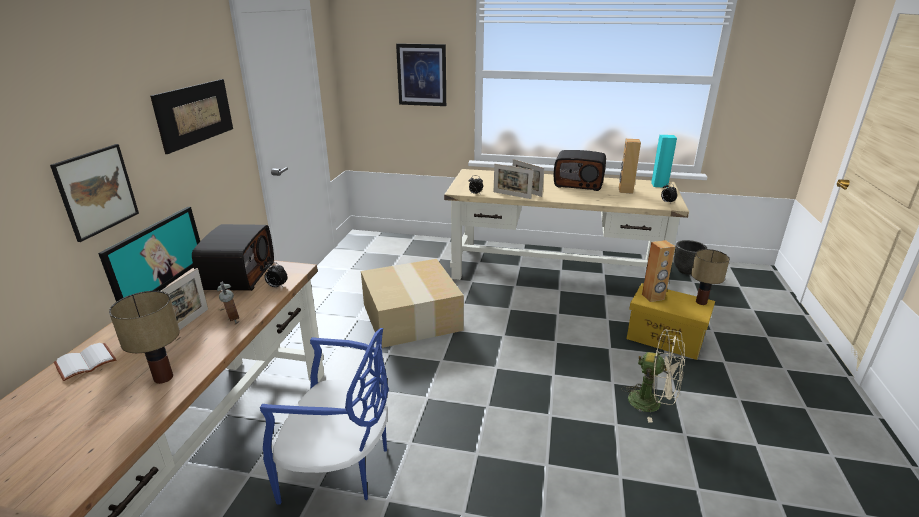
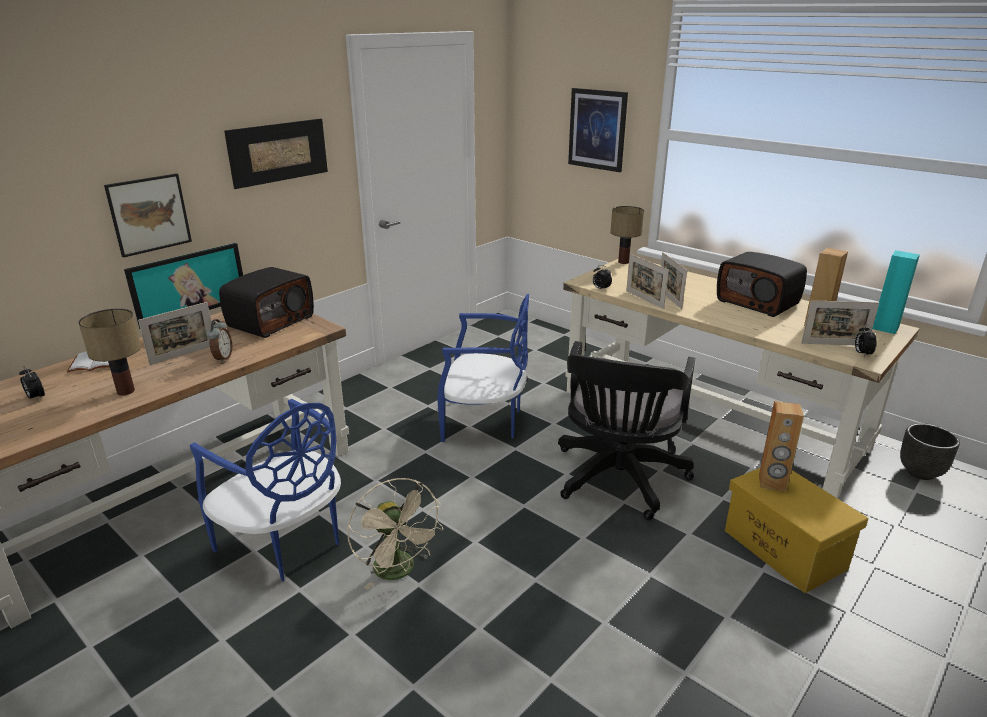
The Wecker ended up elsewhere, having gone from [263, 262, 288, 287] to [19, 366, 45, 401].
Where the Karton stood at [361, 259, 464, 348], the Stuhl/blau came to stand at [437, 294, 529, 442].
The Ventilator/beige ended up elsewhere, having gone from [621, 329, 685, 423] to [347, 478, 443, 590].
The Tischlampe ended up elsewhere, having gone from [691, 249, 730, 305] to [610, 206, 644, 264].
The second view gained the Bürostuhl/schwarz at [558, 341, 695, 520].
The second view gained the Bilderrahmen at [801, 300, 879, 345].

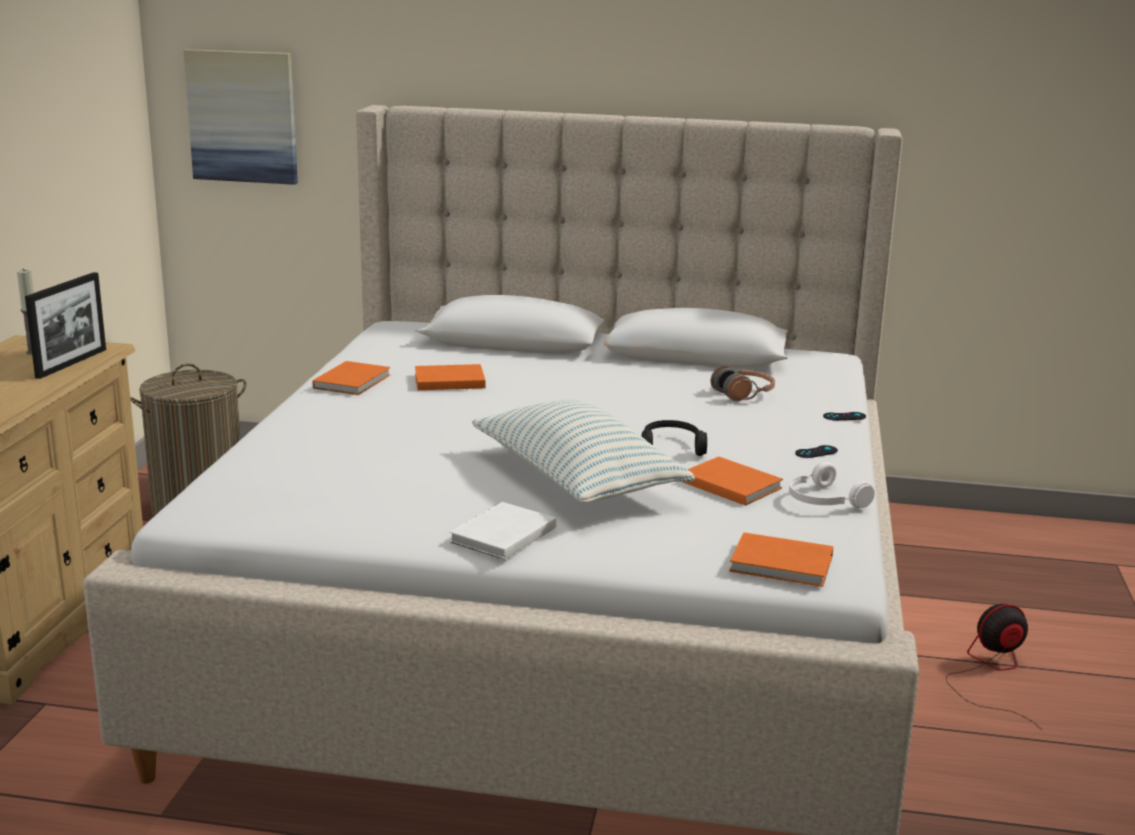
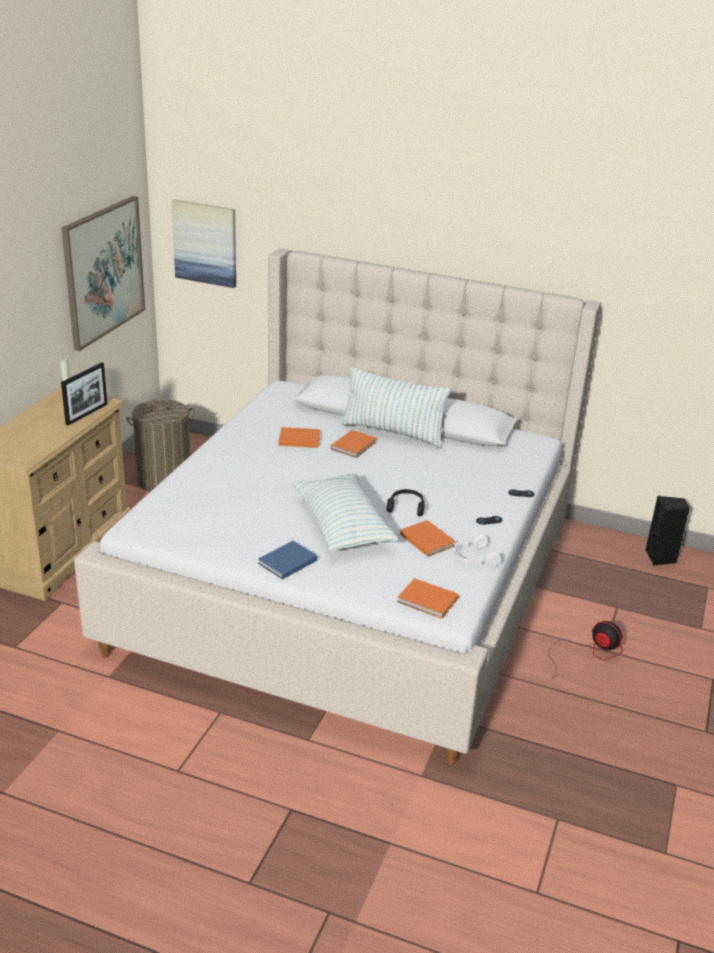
The Buch/orange ended up elsewhere, having gone from [313, 361, 391, 395] to [331, 430, 377, 458].
What was the Buch/weiß at [449, 502, 556, 560] turned into the Buch/blau at [258, 541, 318, 579].
The second view lost the Kopfhörer at [711, 366, 775, 401].
The Ventilator at [946, 604, 1043, 731] ended up facing another way, 45 degrees clockwise from before.
The second view gained the Bild at [62, 196, 145, 351].
The second view gained the Kissen at [340, 366, 452, 448].
The second view gained the Lautsprecher/schwarz at [645, 496, 690, 566].

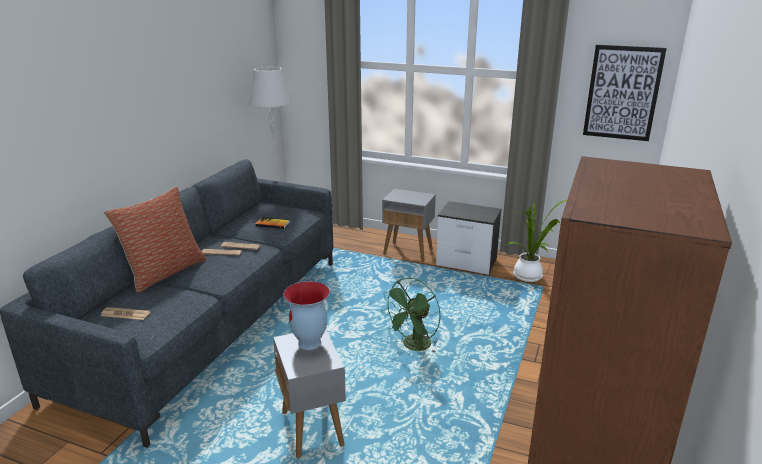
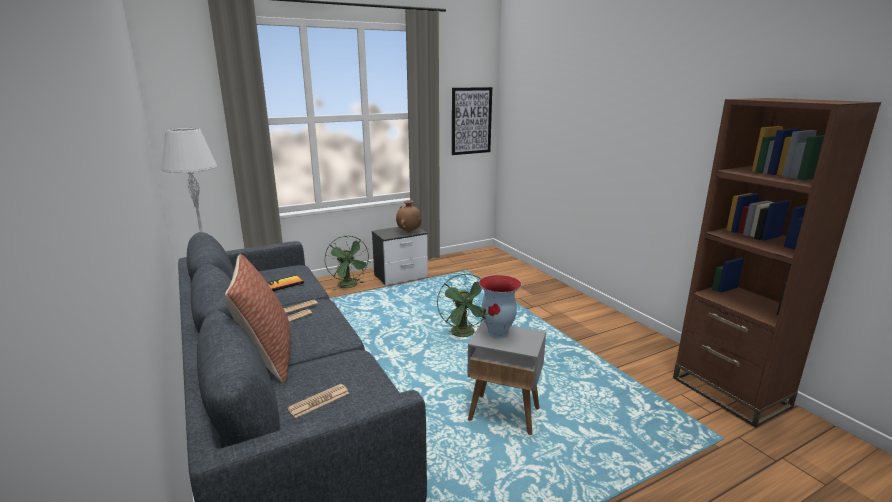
Where the Beistelltisch/grau stood at [382, 189, 436, 262], the Ventilator/grün came to stand at [325, 236, 371, 291].
The second view lost the Topfpflanze at [504, 200, 567, 282].
The second view gained the Vase/braun at [396, 200, 422, 233].

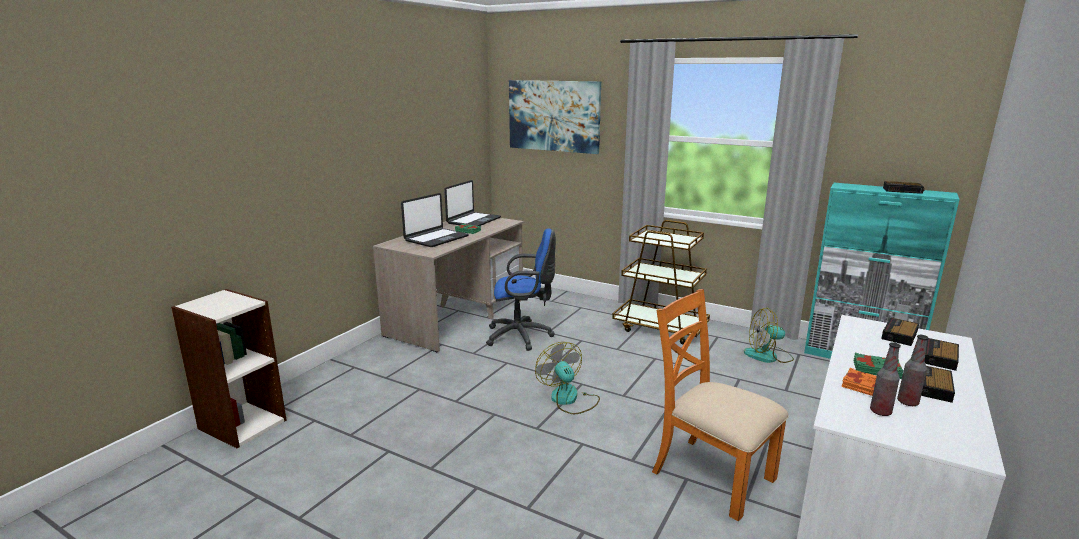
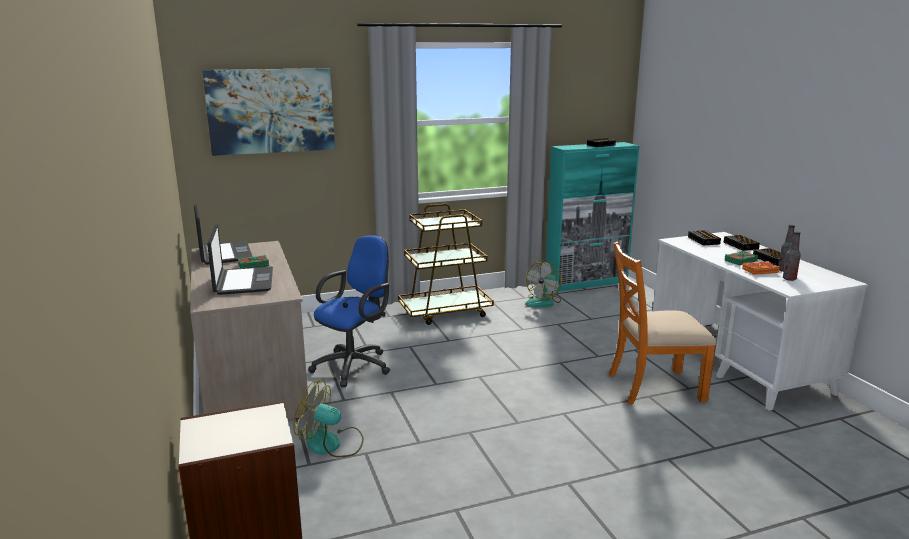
The Ventilator ended up elsewhere, having gone from [535, 342, 600, 414] to [293, 380, 364, 457].

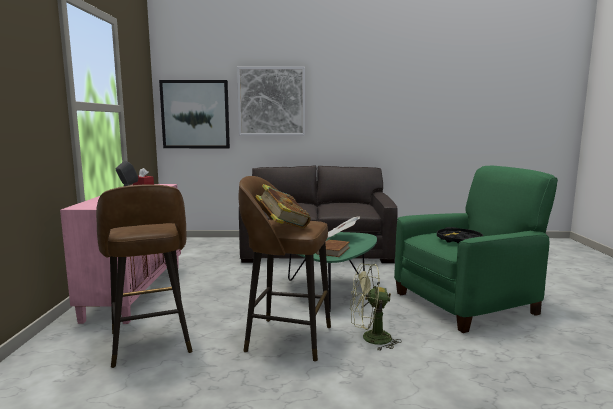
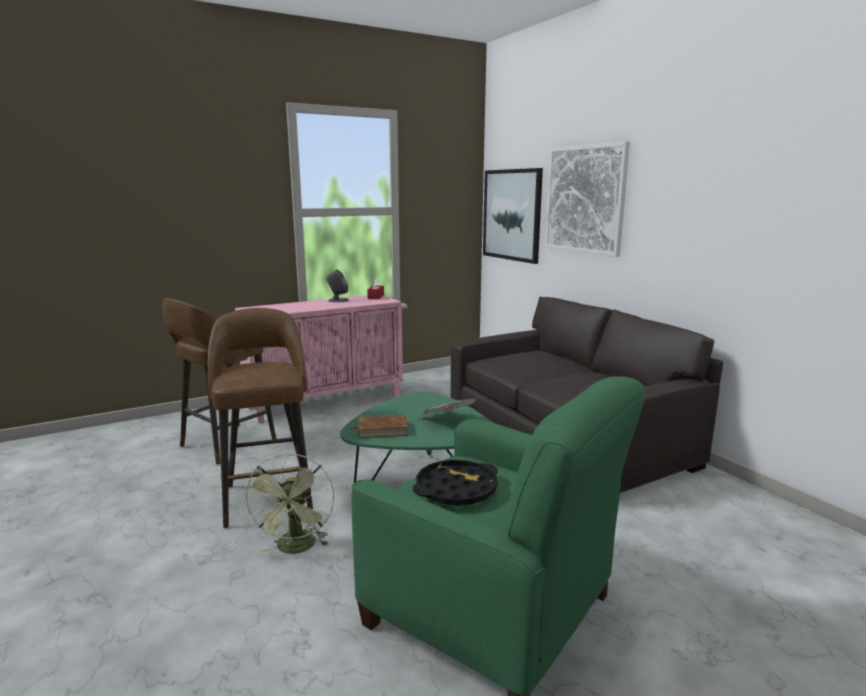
The second view lost the Buch at [255, 184, 311, 228].
The Ventilator/grün at [350, 263, 402, 351] ended up facing another way, 150 degrees counterclockwise from before.

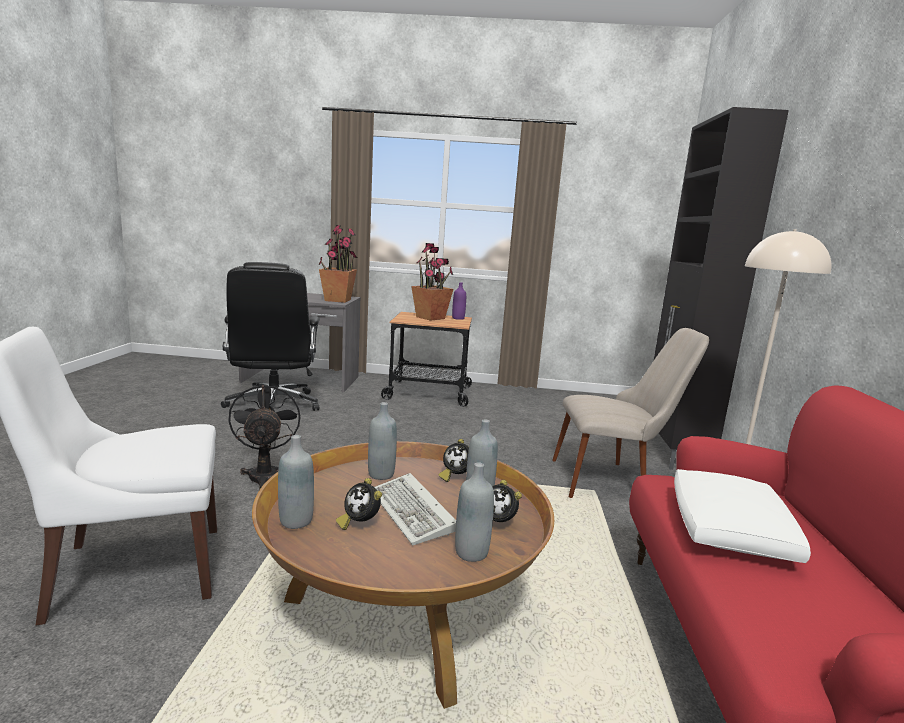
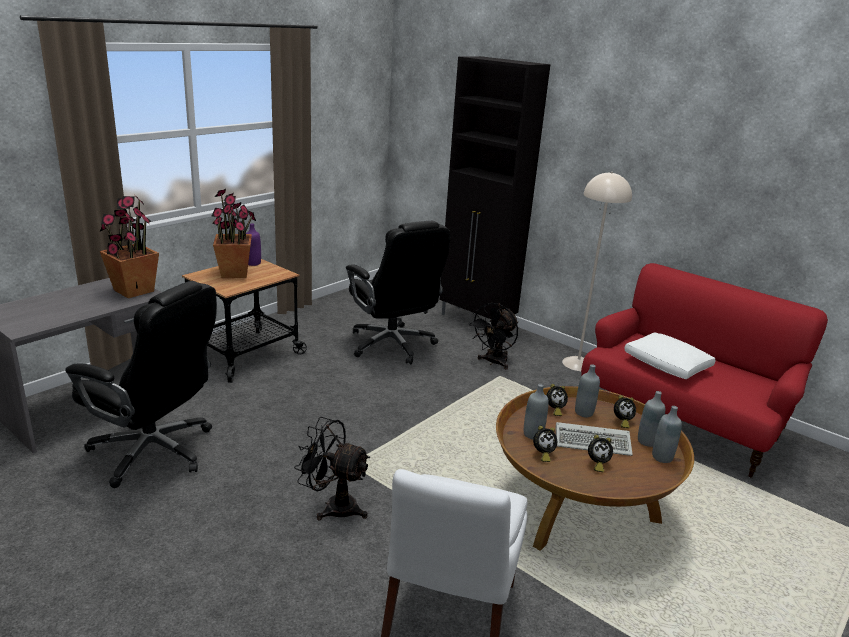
The Flasche/grau ended up elsewhere, having gone from [278, 435, 314, 529] to [652, 406, 682, 463].
Where the Stuhl/beige stood at [552, 328, 709, 498], the Ventilator/schwarz came to stand at [469, 303, 518, 369].
The second view gained the Bürostuhl/schwarz at [346, 221, 450, 364].
The second view gained the Wecker at [533, 426, 557, 462].

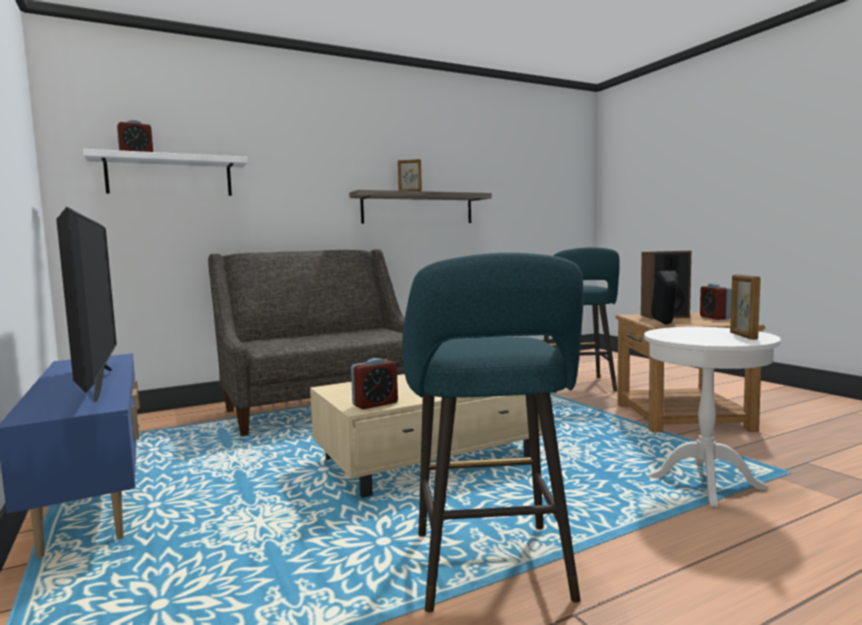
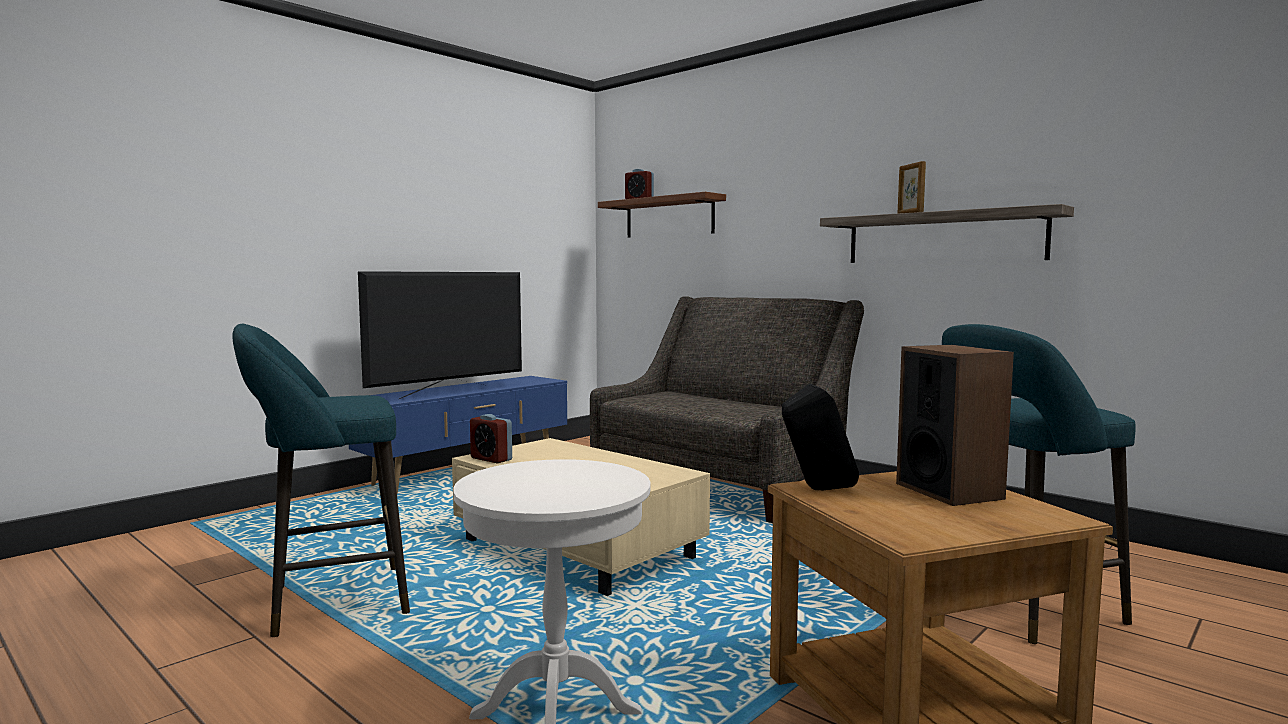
What was the Wandregal/weiß at [83, 149, 248, 196] turned into the Wandregal/braun at [598, 192, 726, 238].
The second view lost the Wecker at [700, 283, 732, 320].
The second view lost the Bilderrahmen at [730, 275, 760, 340].

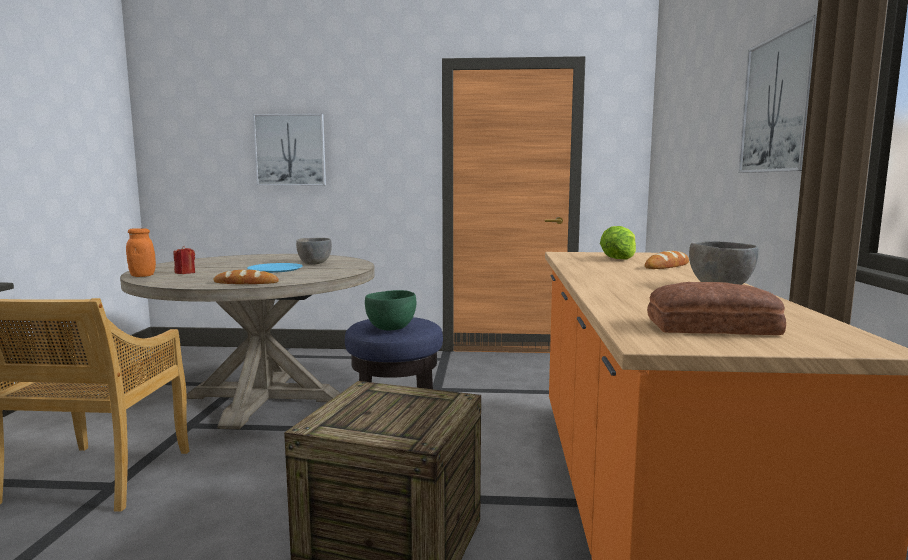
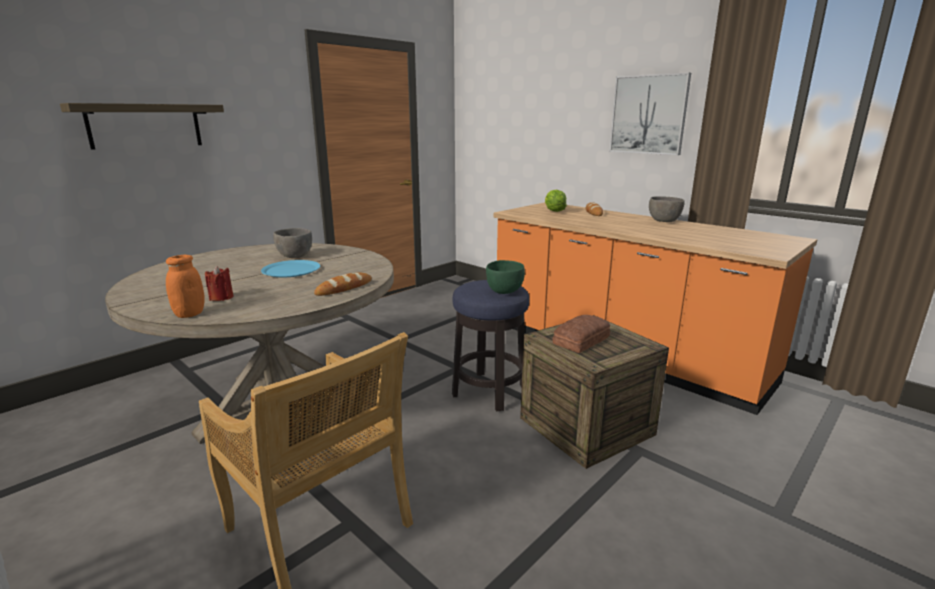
Where the Bild hung at [253, 114, 326, 185], the Wandregal came to hang at [60, 103, 224, 150].
The Brot ended up elsewhere, having gone from [647, 282, 786, 335] to [553, 315, 610, 353].

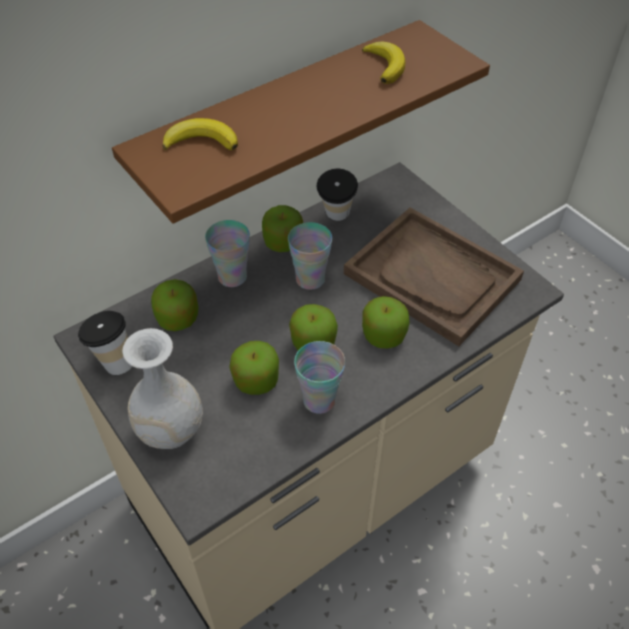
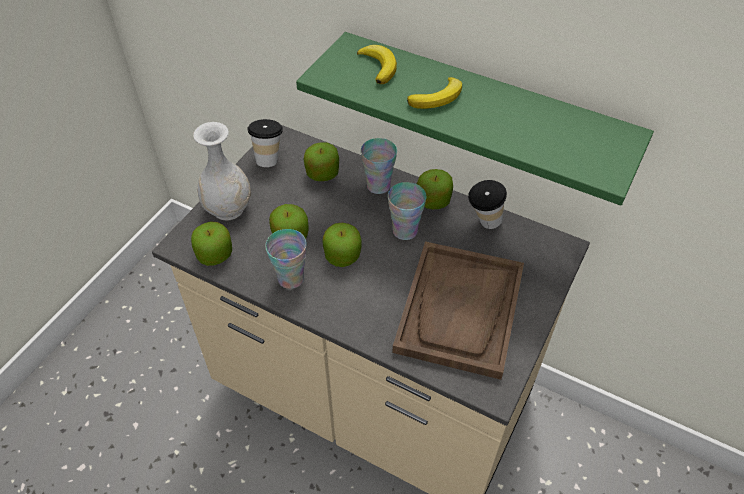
What was the Wandregal/braun at [112, 20, 490, 224] turned into the Wandregal/grün at [296, 32, 654, 206].
The Banane ended up elsewhere, having gone from [362, 42, 406, 84] to [407, 77, 462, 109].
The Apfel ended up elsewhere, having gone from [362, 296, 410, 349] to [191, 221, 232, 266].

